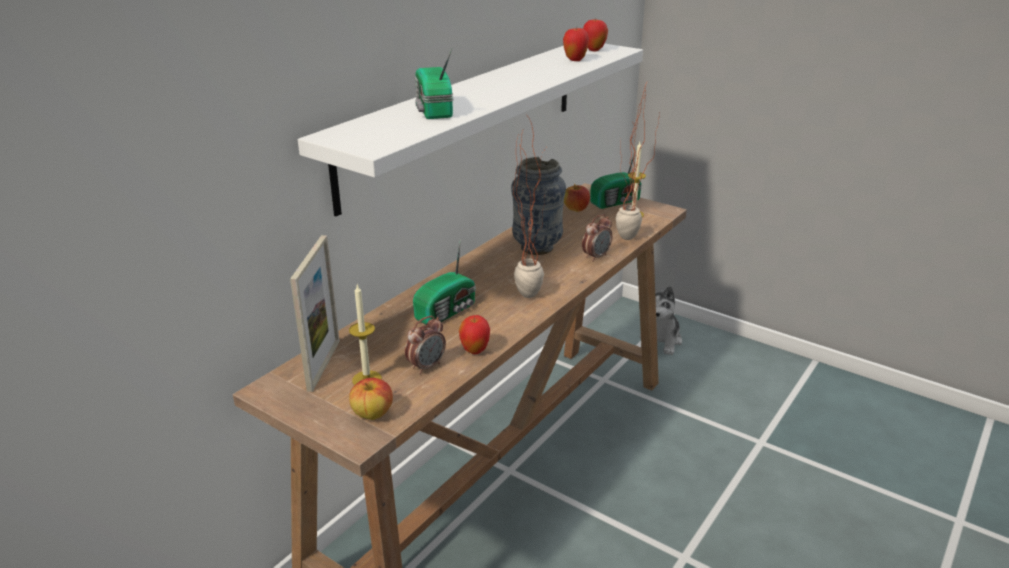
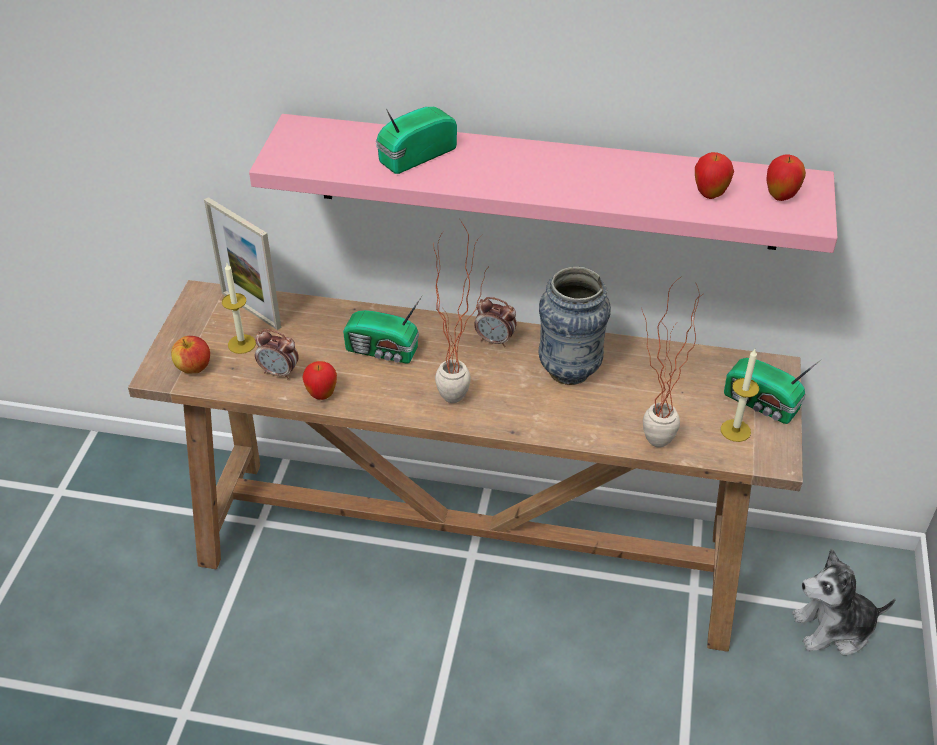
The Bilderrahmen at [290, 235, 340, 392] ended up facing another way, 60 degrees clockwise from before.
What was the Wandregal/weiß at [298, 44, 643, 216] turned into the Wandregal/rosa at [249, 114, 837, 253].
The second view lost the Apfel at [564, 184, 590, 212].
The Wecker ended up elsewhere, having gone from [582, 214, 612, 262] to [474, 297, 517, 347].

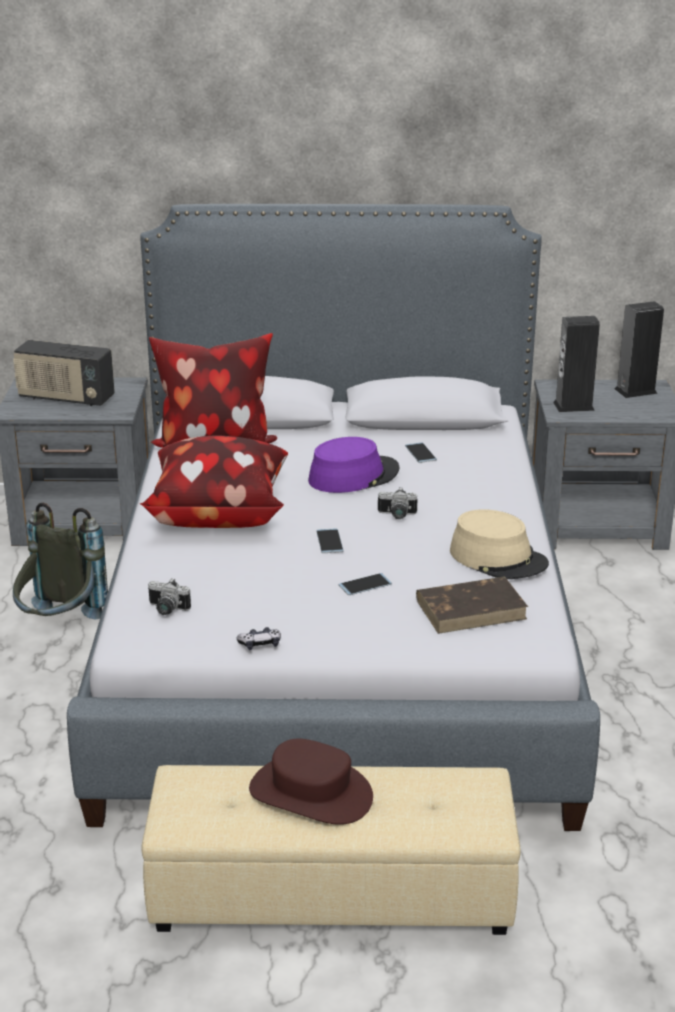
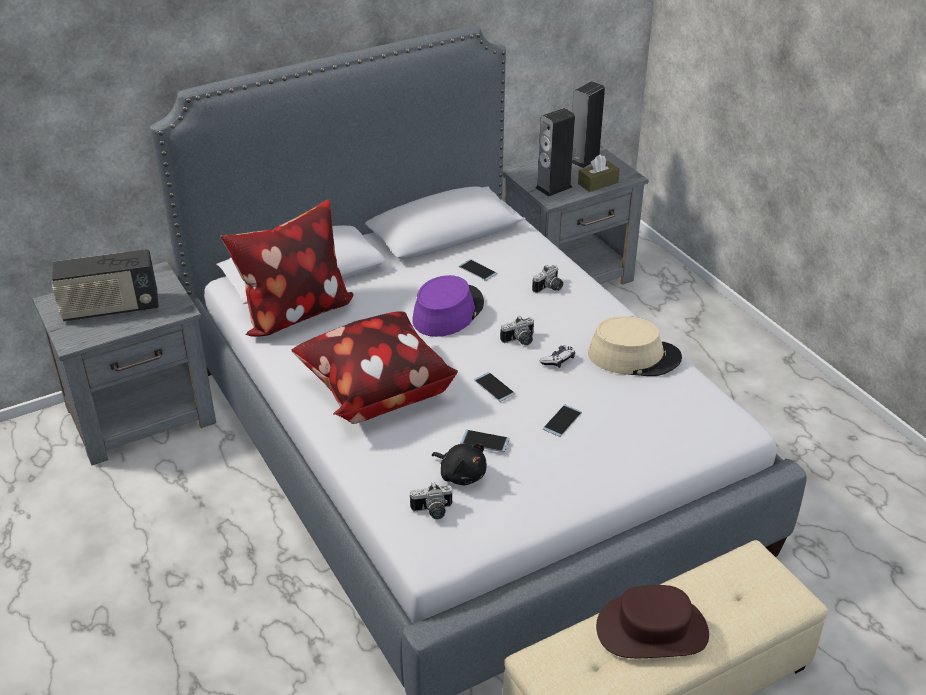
The second view lost the Rucksack/grau at [13, 503, 108, 620].
The Gamepad ended up elsewhere, having gone from [237, 627, 281, 650] to [540, 346, 575, 368].
The second view lost the Buch/braun at [416, 577, 528, 634].
The second view gained the Plüschtier/schwarz at [432, 443, 487, 485].
The second view gained the Handy at [460, 430, 510, 452].
The second view gained the Kamera at [532, 265, 563, 293].
The second view gained the Taschentuchbox/braun at [578, 154, 620, 192].

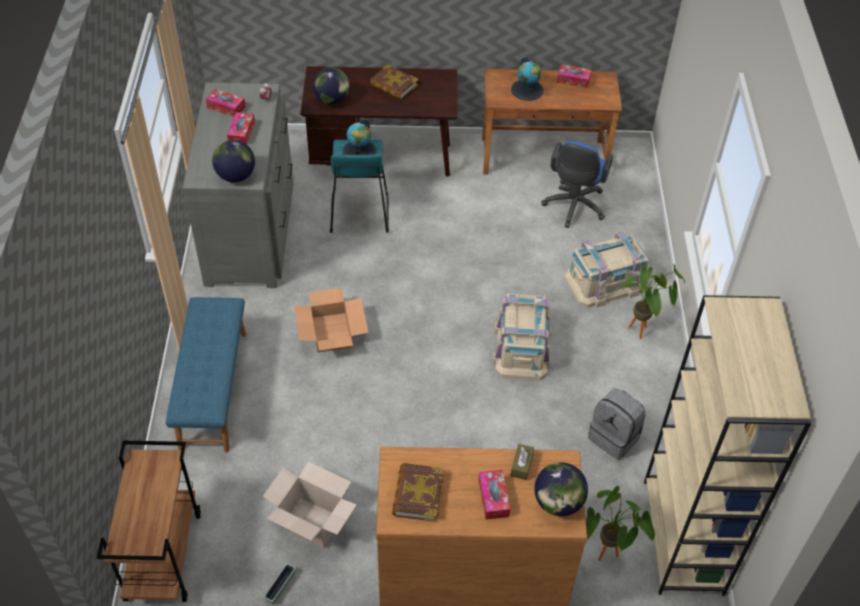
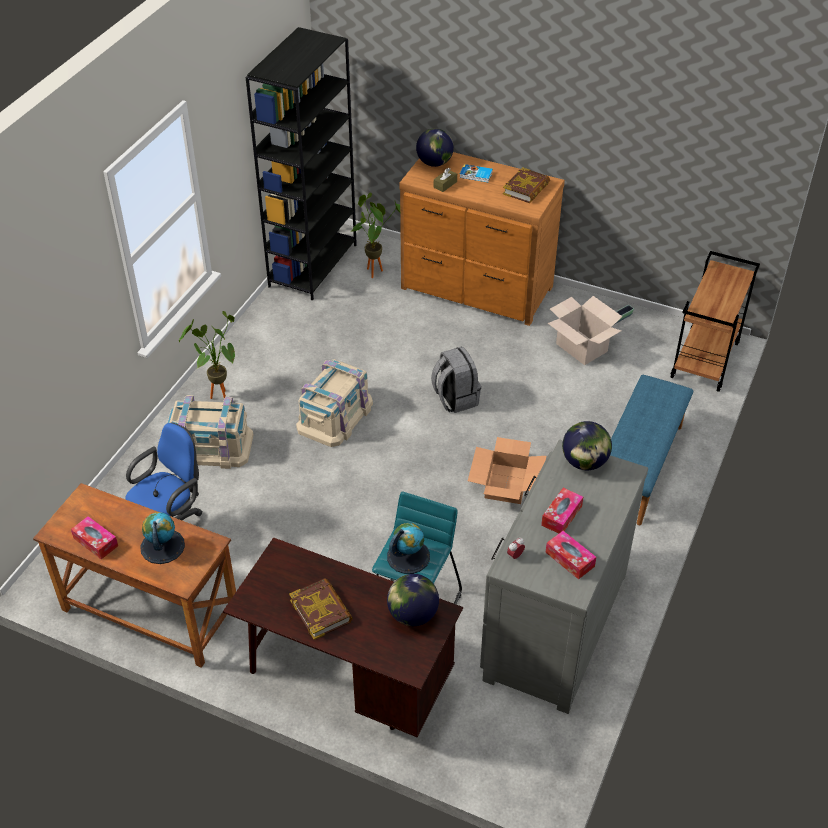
Where the Taschentuchbox stood at [478, 470, 510, 520], the Buch came to stand at [459, 164, 493, 182].
The Rucksack/grau ended up elsewhere, having gone from [588, 388, 646, 460] to [431, 347, 481, 413].
What was the Bücherregal/beige at [644, 295, 812, 596] turned into the Bücherregal/schwarz at [246, 27, 357, 300].

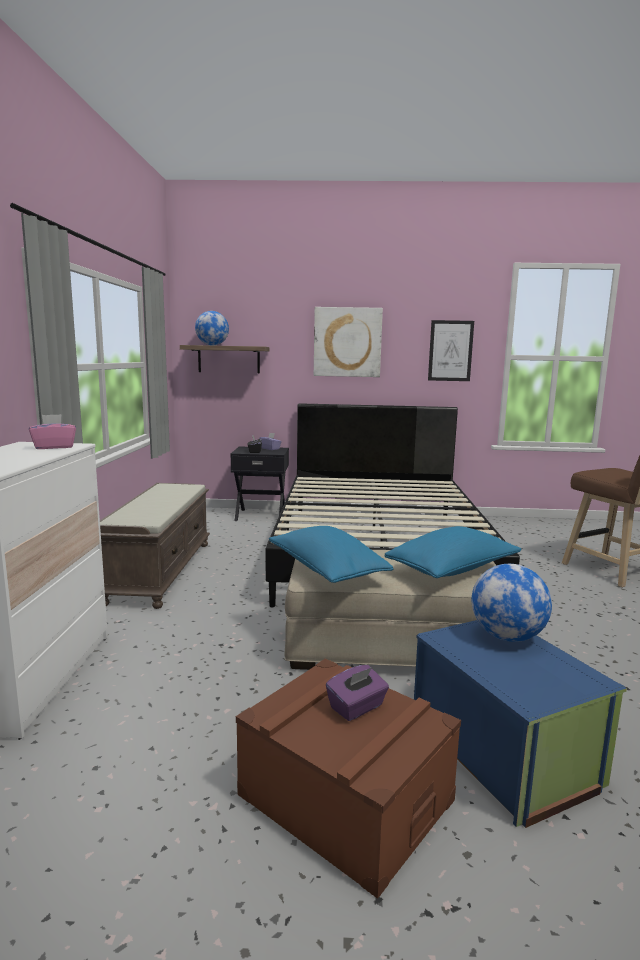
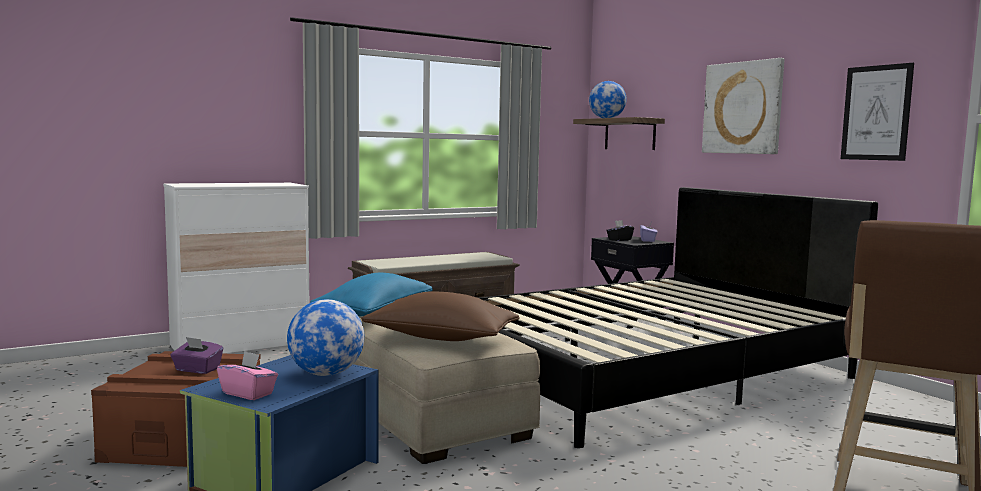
The Taschentuchbox/rosa ended up elsewhere, having gone from [29, 414, 76, 449] to [217, 351, 278, 400].
What was the Kissen/blau at [384, 526, 522, 578] turned into the Kissen/braun at [361, 291, 520, 341].

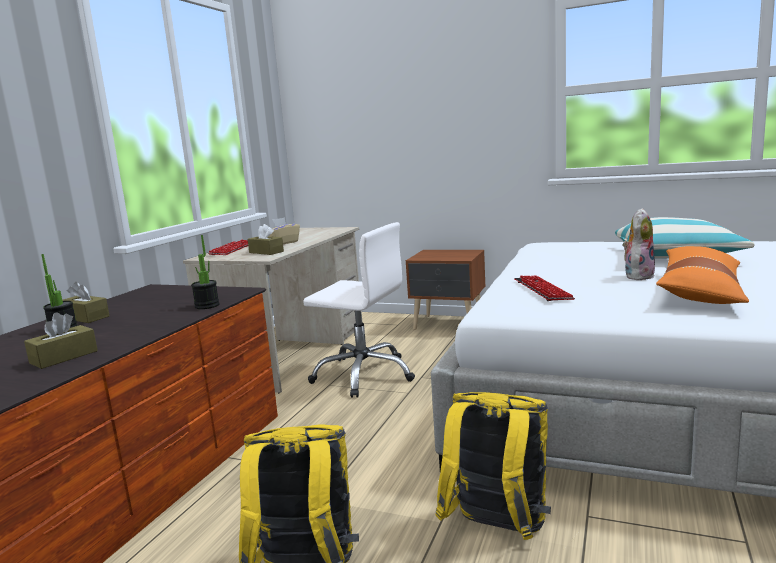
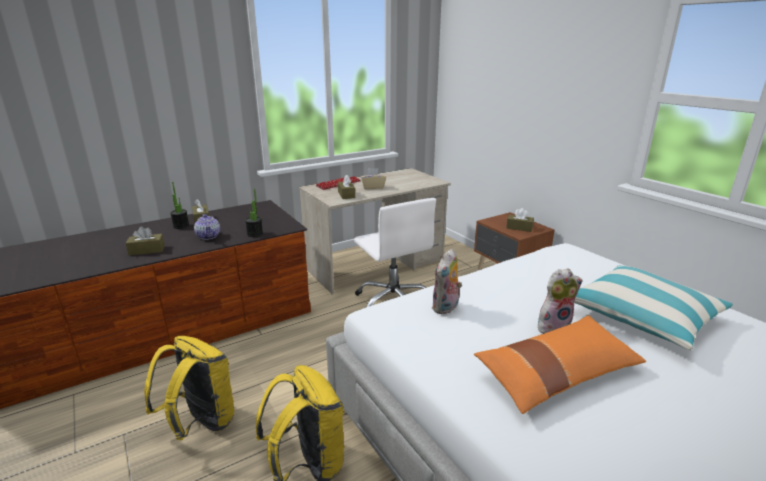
Where the Tastatur stood at [514, 275, 575, 301], the Plüschtier came to stand at [432, 249, 462, 314].
The second view gained the Teekanne at [194, 214, 220, 240].
The second view gained the Taschentuchbox/braun at [506, 208, 534, 232].

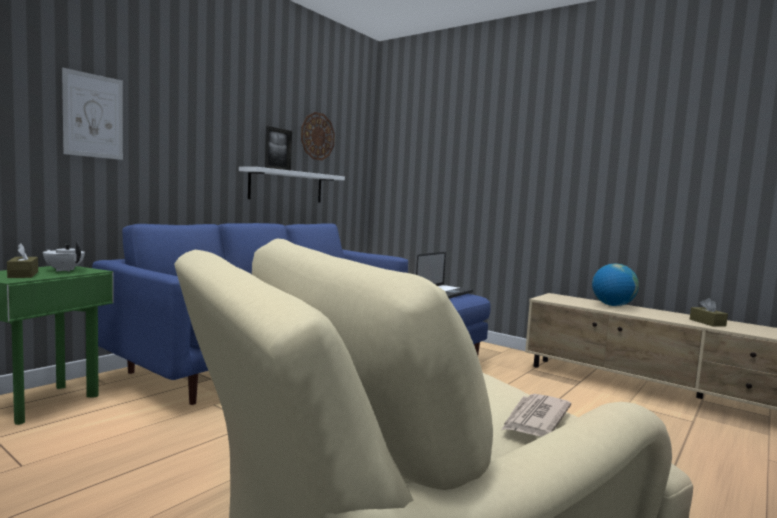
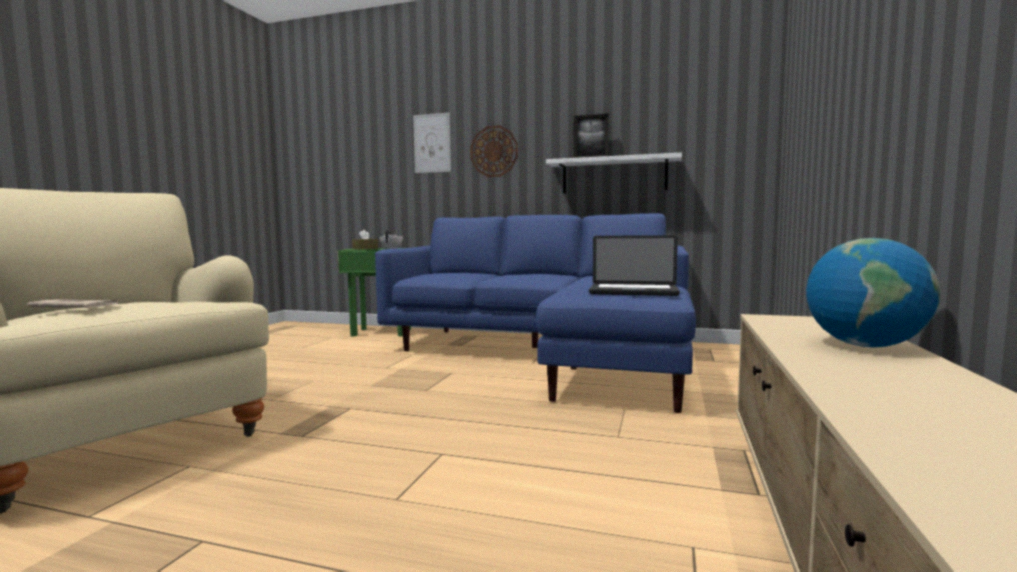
The Wanduhr ended up elsewhere, having gone from [301, 112, 335, 160] to [470, 125, 518, 177].
The second view lost the Taschentuchbox/braun at [690, 298, 728, 327].

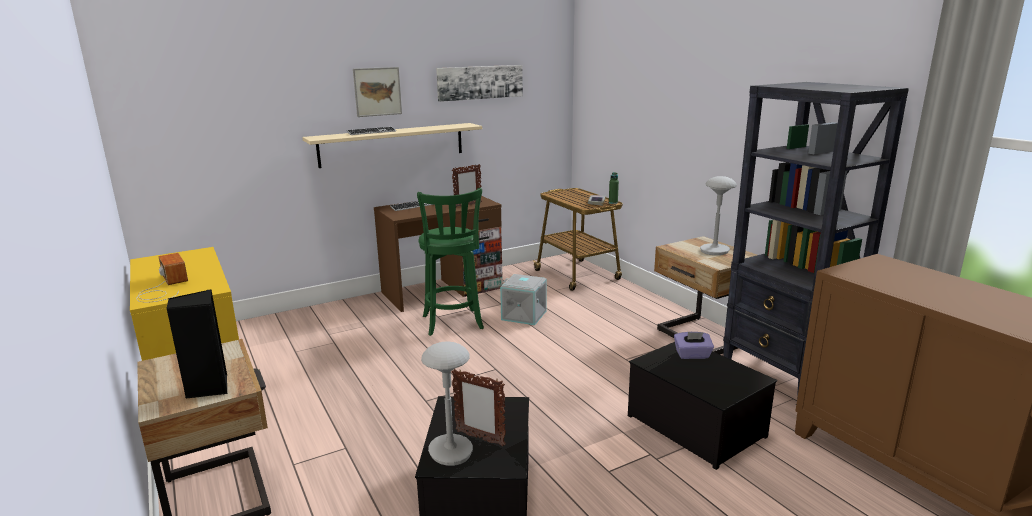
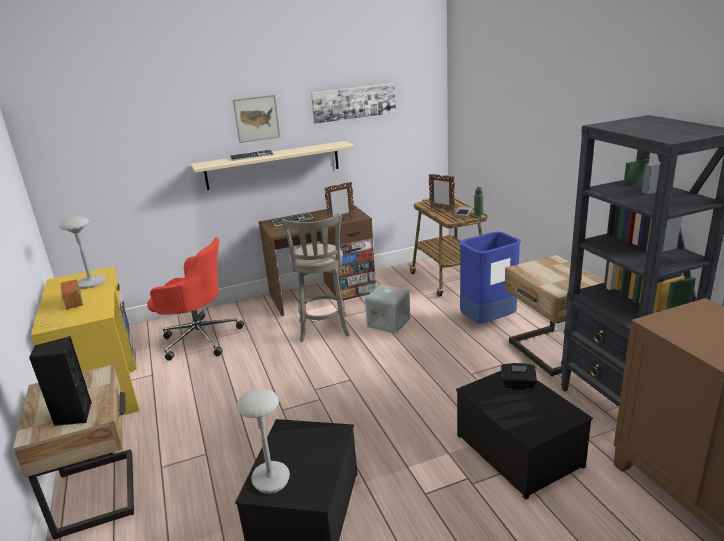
What was the Hocker/grün at [417, 187, 484, 336] turned into the Hocker/grau at [282, 213, 350, 342].
The Bilderrahmen ended up elsewhere, having gone from [451, 369, 506, 447] to [428, 174, 455, 211].
What was the Taschentuchbox/lila at [674, 332, 714, 359] turned into the Taschentuchbox/schwarz at [501, 363, 537, 390].
The Tischlampe/grau ended up elsewhere, having gone from [700, 176, 737, 255] to [59, 216, 106, 289].
The second view gained the Bürostuhl/rot at [147, 237, 244, 361].
The second view gained the Mülleimer/blau at [459, 232, 521, 324].

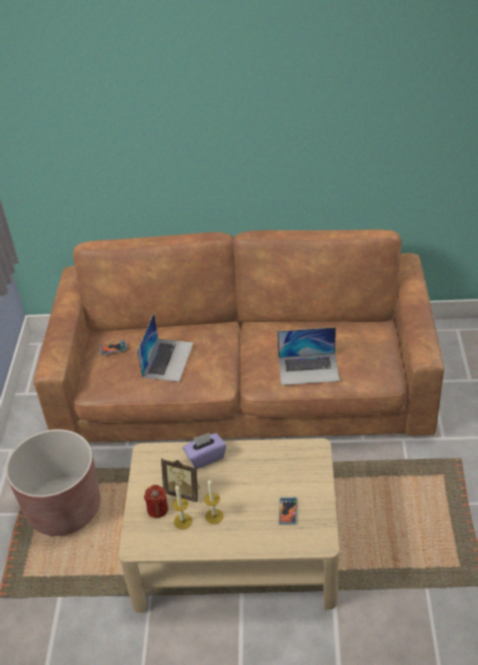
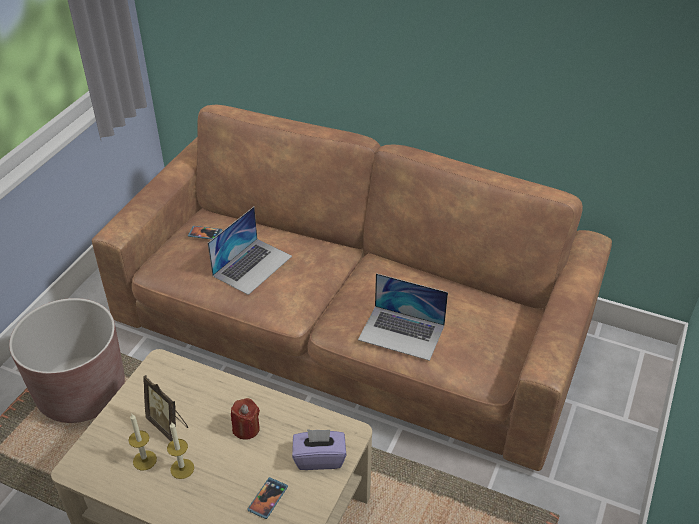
The Kerze/rot ended up elsewhere, having gone from [144, 485, 168, 518] to [231, 398, 260, 440].
The Taschentuchbox/lila ended up elsewhere, having gone from [183, 433, 226, 469] to [292, 429, 346, 470].

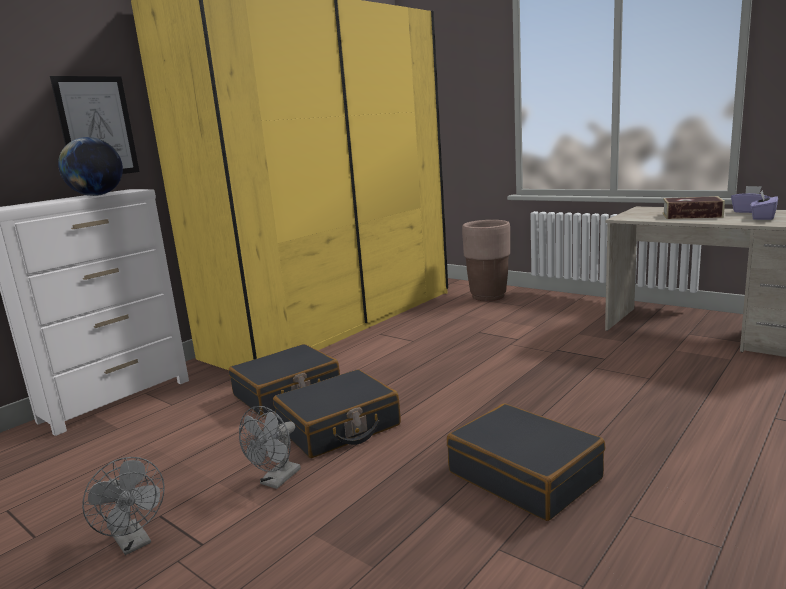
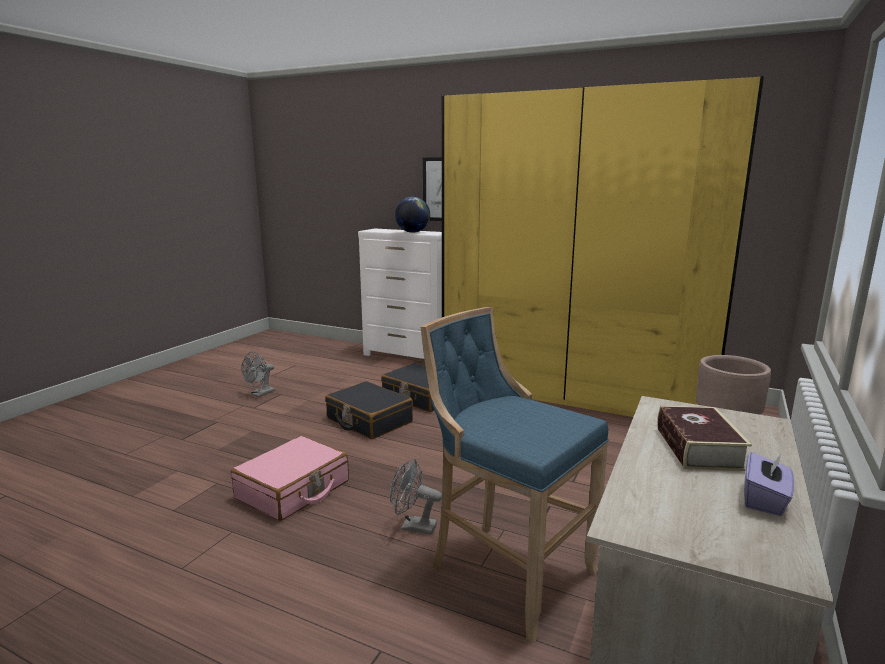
The Ventilator/grau ended up elsewhere, having gone from [239, 406, 301, 489] to [390, 459, 442, 535].
What was the Koffer/schwarz at [447, 404, 605, 521] turned into the Koffer/rosa at [231, 436, 349, 521].
The second view lost the Taschentuchbox/lila at [751, 190, 778, 220].
The second view gained the Hocker/blau at [420, 307, 609, 643].

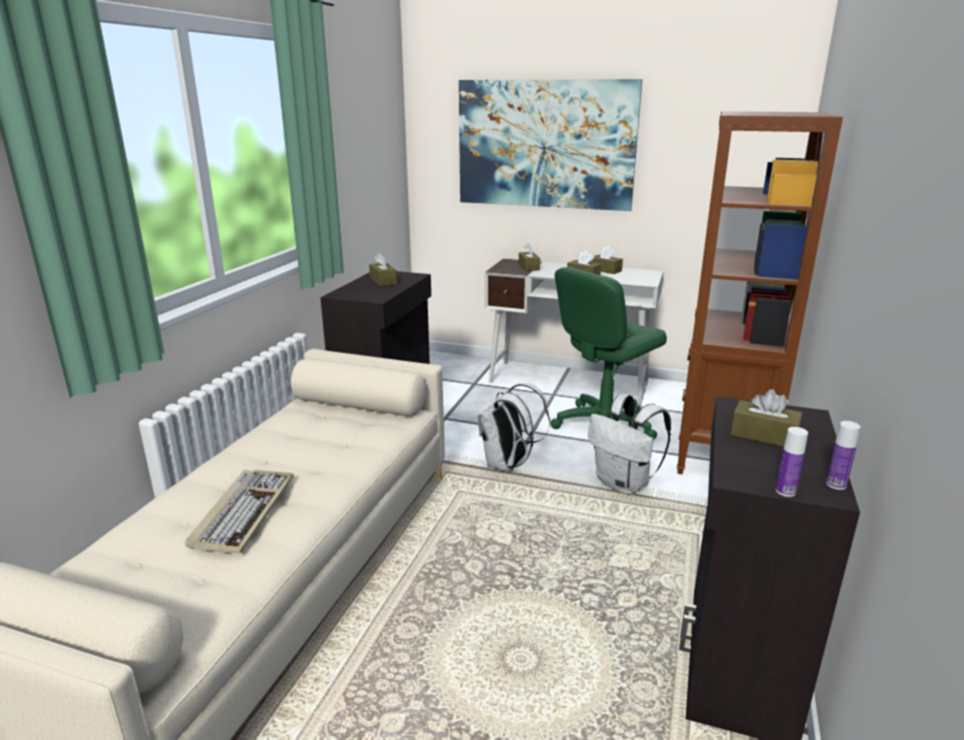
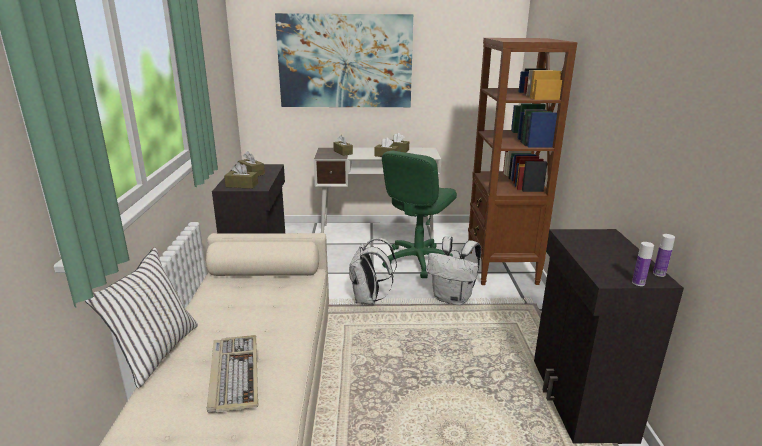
The Taschentuchbox/braun ended up elsewhere, having gone from [730, 389, 803, 447] to [224, 162, 258, 189].
The second view gained the Kissen/weiß at [85, 248, 198, 388].

